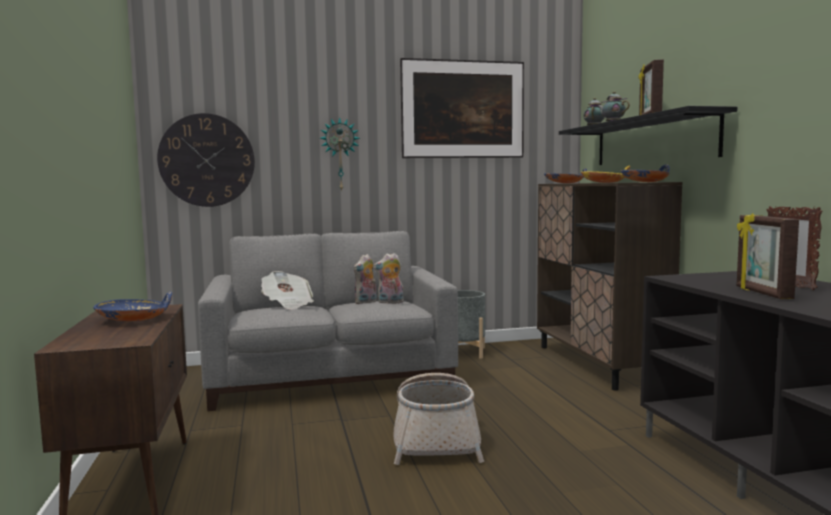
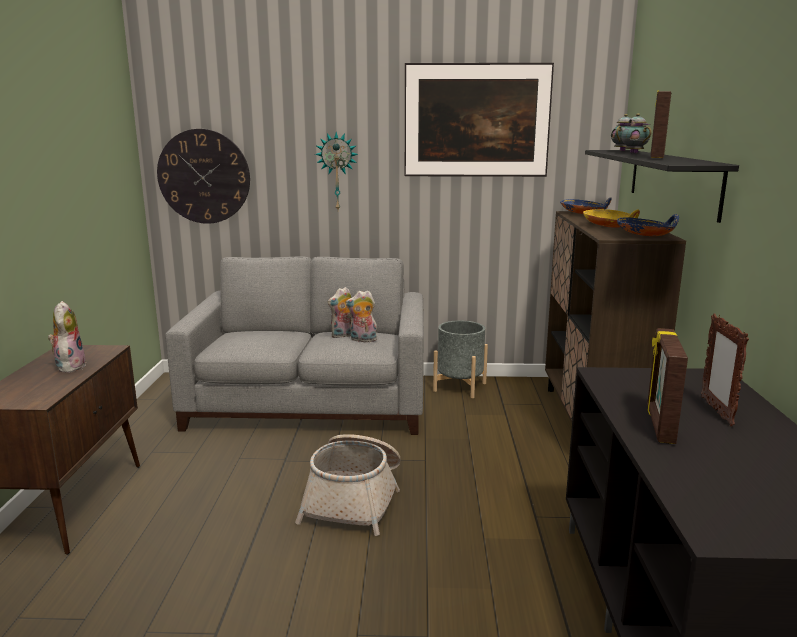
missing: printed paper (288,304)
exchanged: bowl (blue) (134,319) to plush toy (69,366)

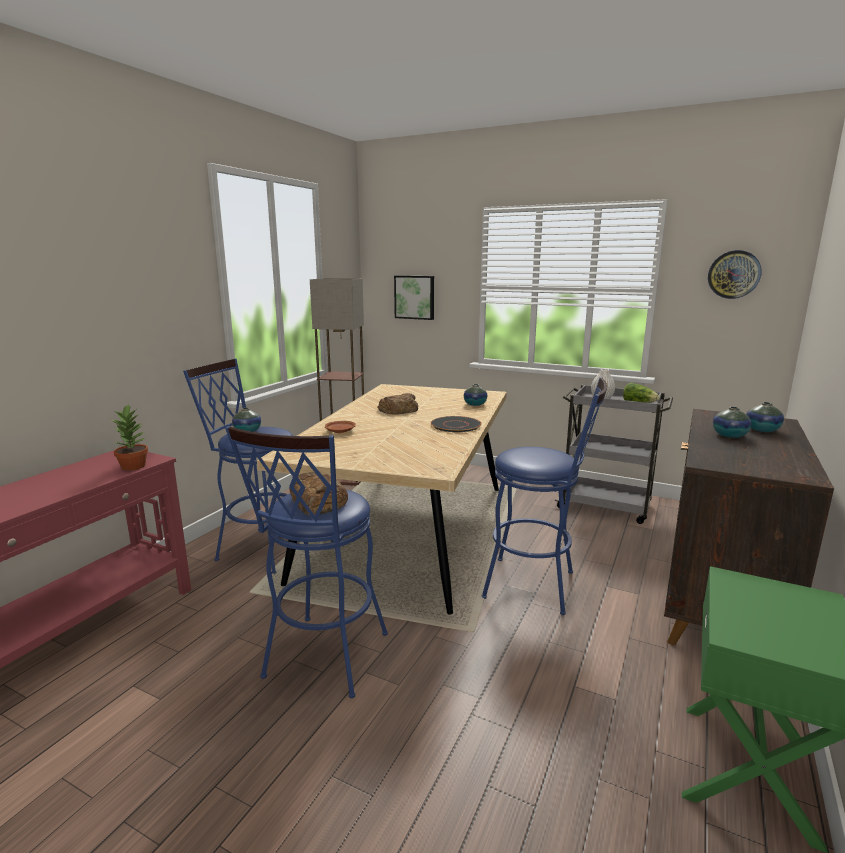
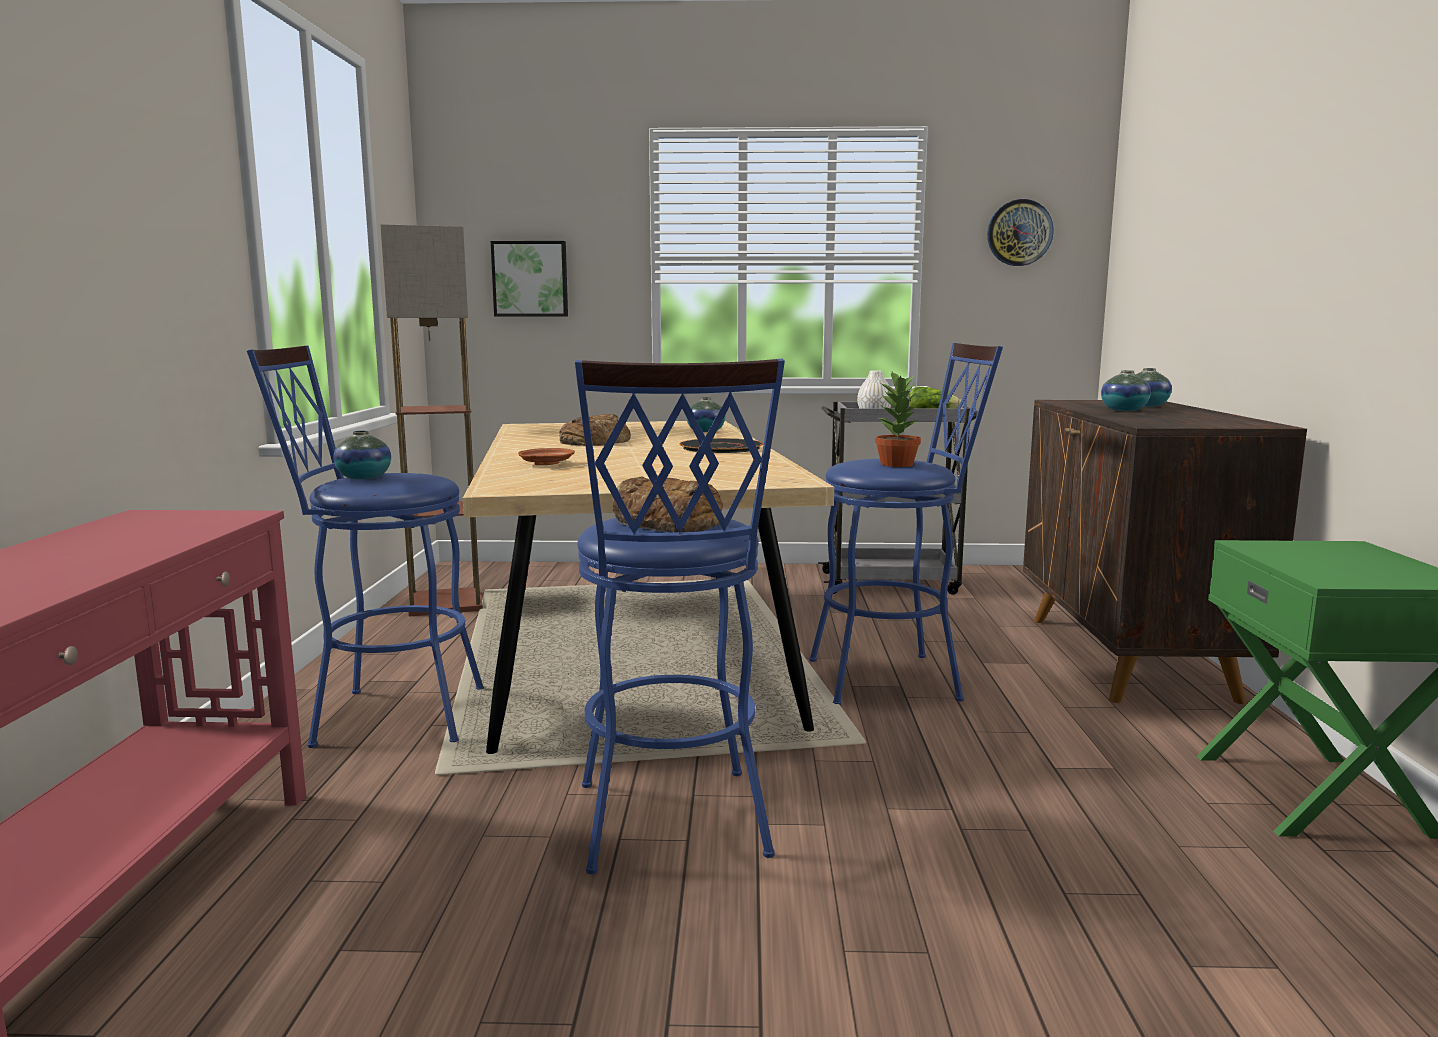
relocated: potted plant (134,466) to (897,464)

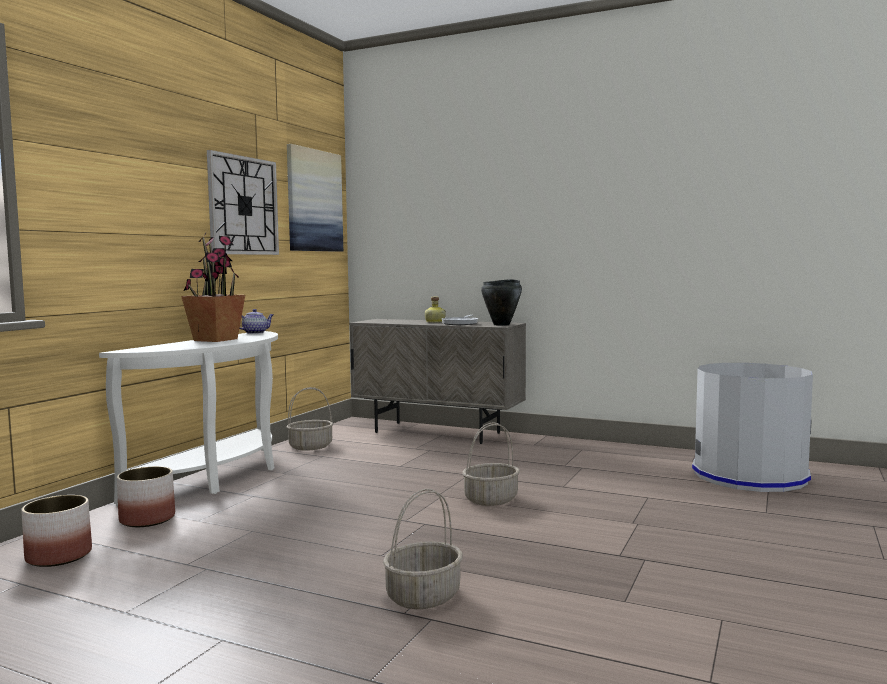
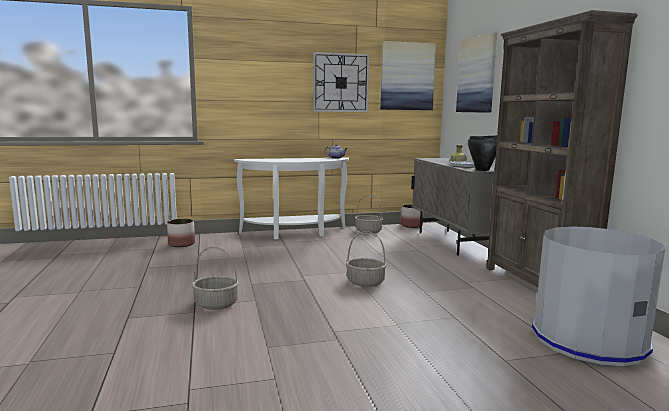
missing: potted plant (216,339)
appeared: shelving unit (brown) (536,284); wall picture (477,75)
relocated: planter (147,519) to (411,225)

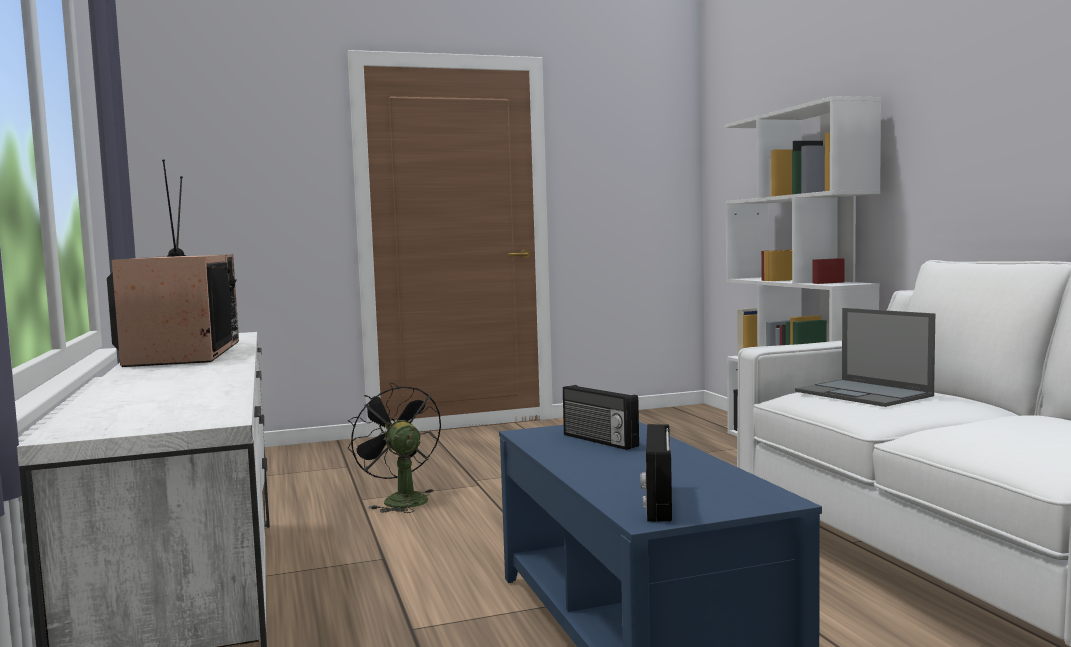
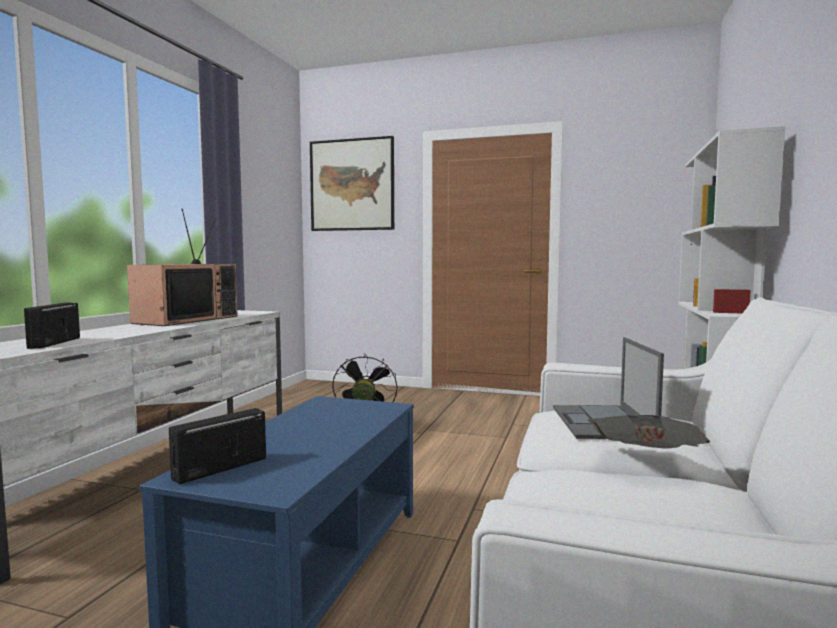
appeared: wall picture (352,185); printed paper (646,463)
relocated: radio set (598,441) to (53,343)

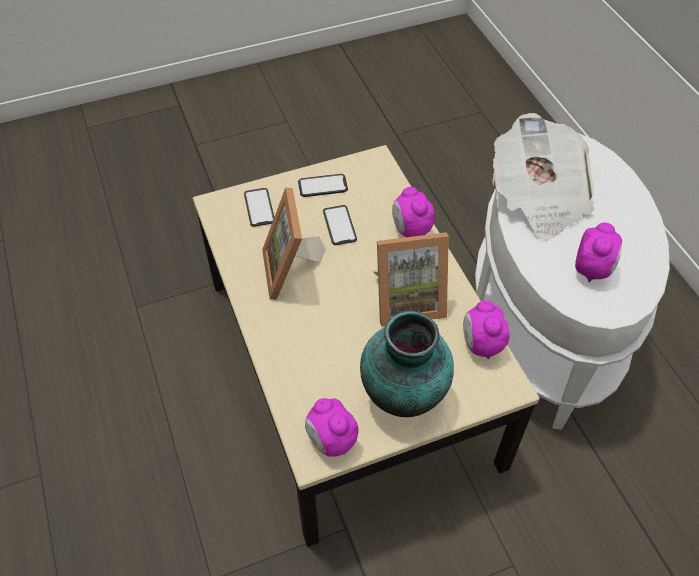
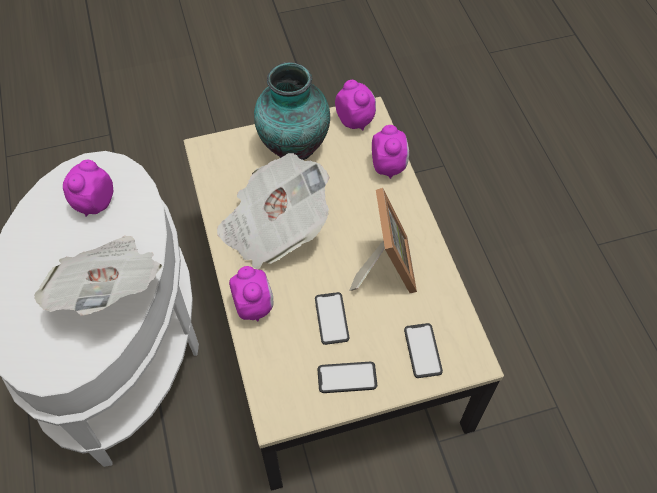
relocated: alarm clock (481,345) to (389,166)
exchanged: photo frame (407,300) to printed paper (273,227)

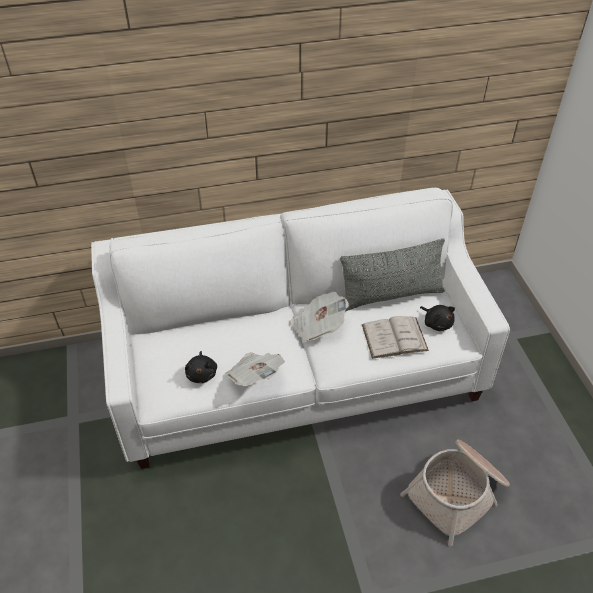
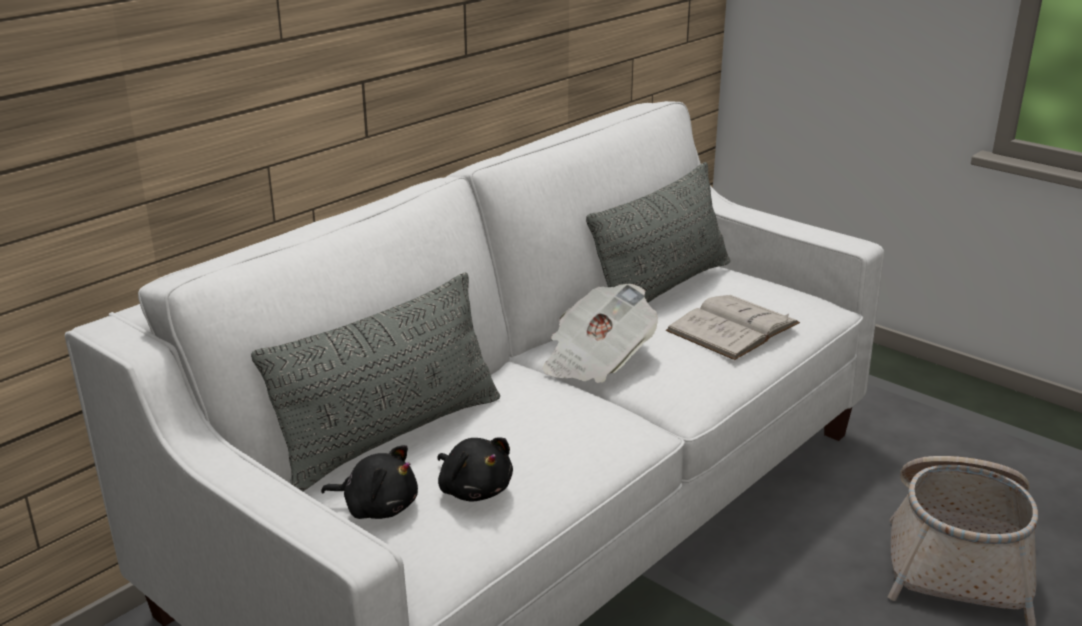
missing: printed paper (255,376)
appeared: cushion (gray) (391,436)
relocated: plush toy (black-coloured) (437,323) to (377,507)

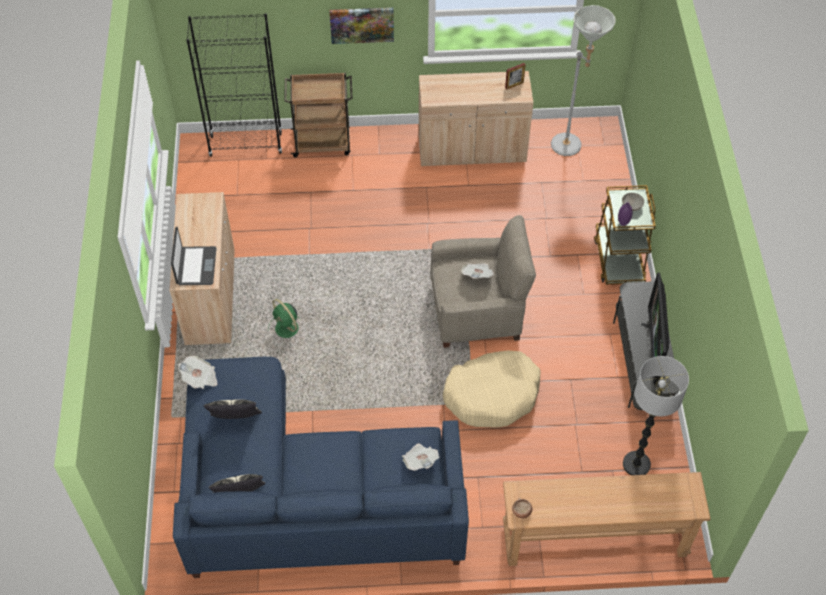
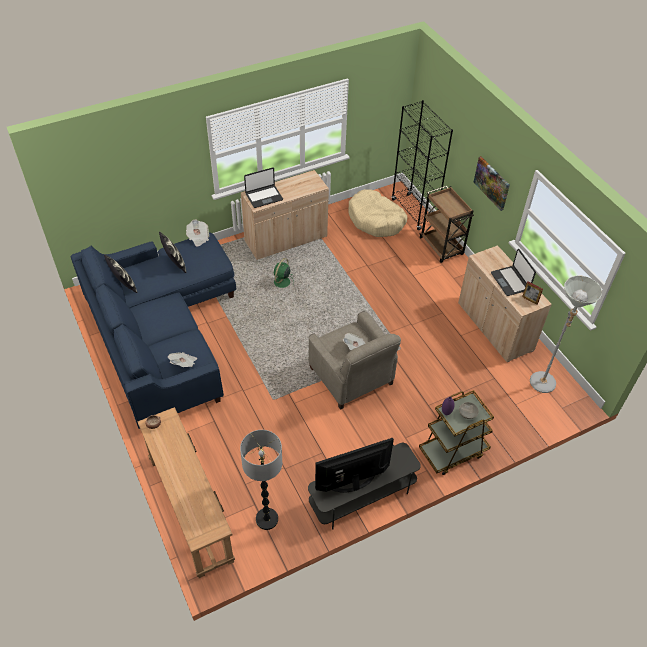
appeared: portable computer (510,281)
relocated: pet bed (beige) (492,395) to (376,220)

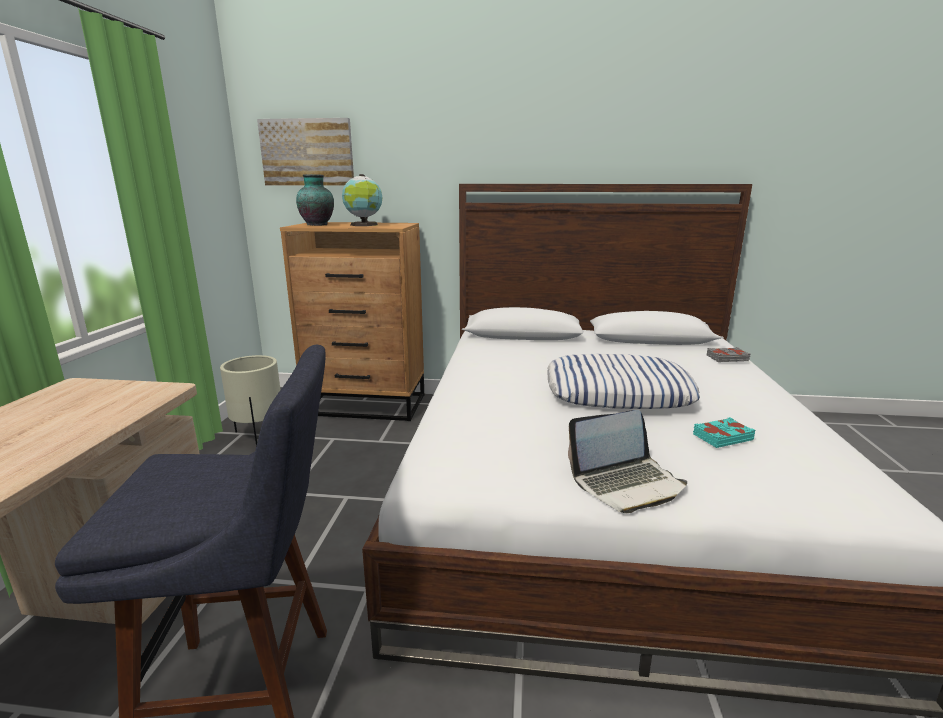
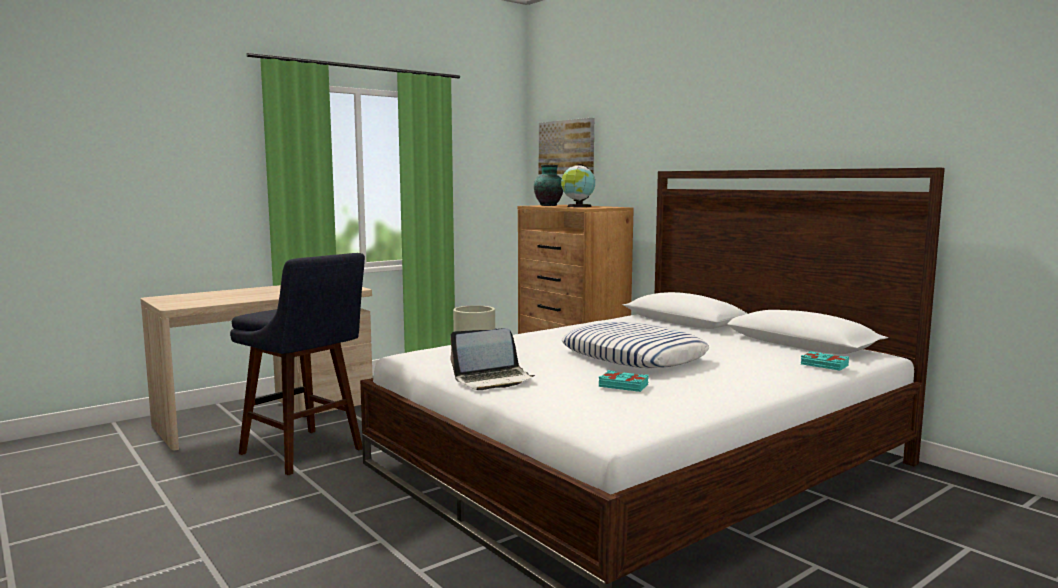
colour: book (gray) (727,358) to book (blue-green) (824,365)
spun: portable computer (627,484) = (493,380) 45 degrees counterclockwise

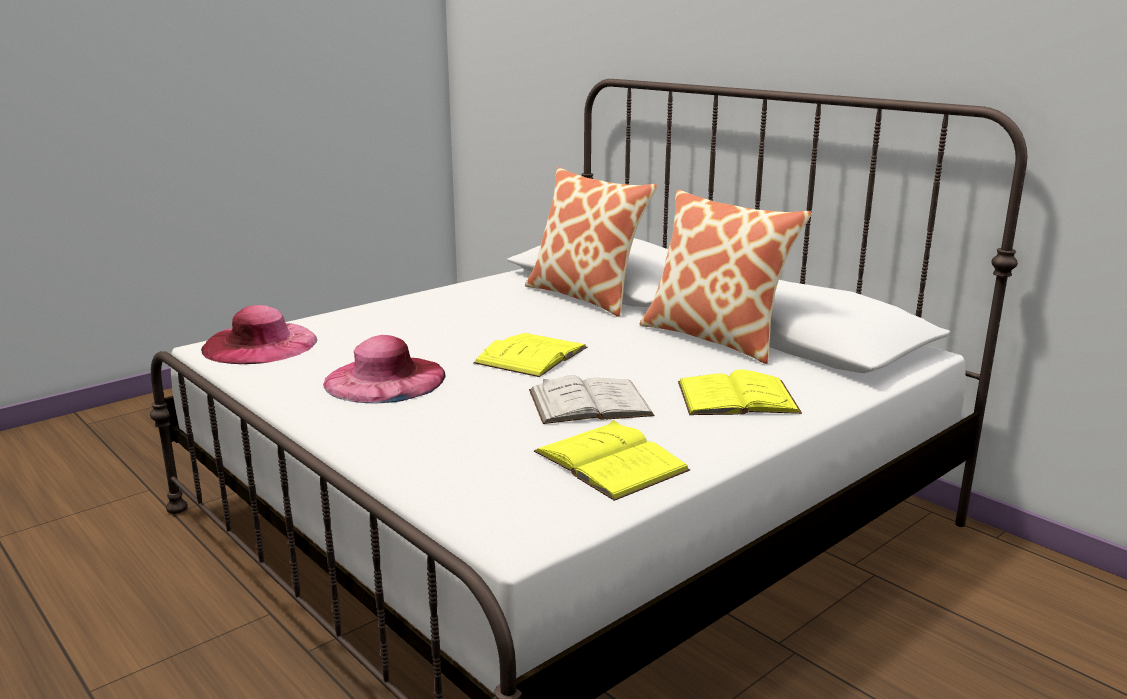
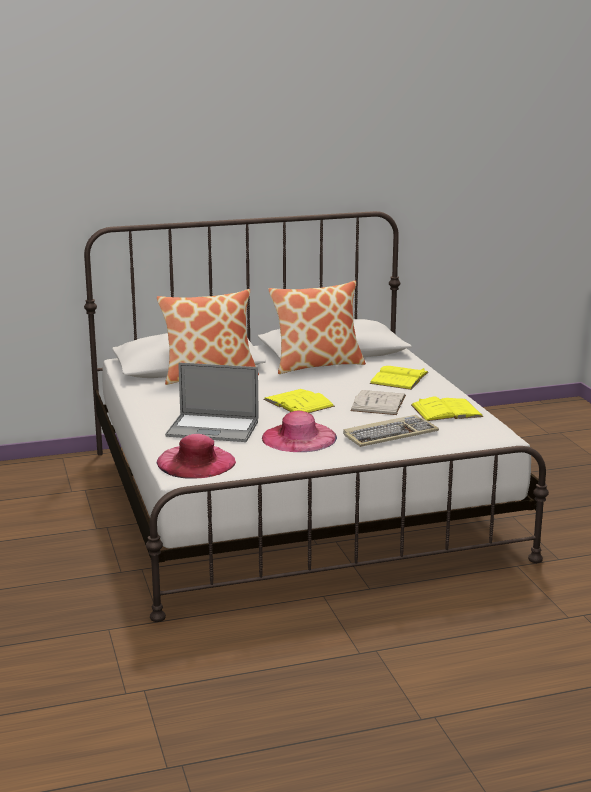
appeared: portable computer (212,429); computer keyboard (390,434)

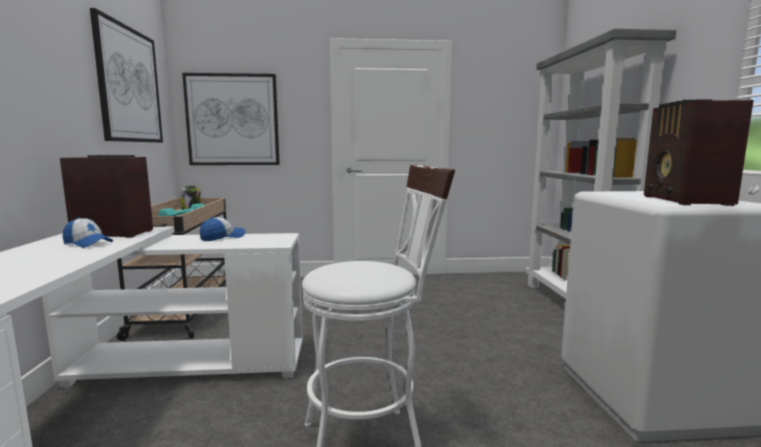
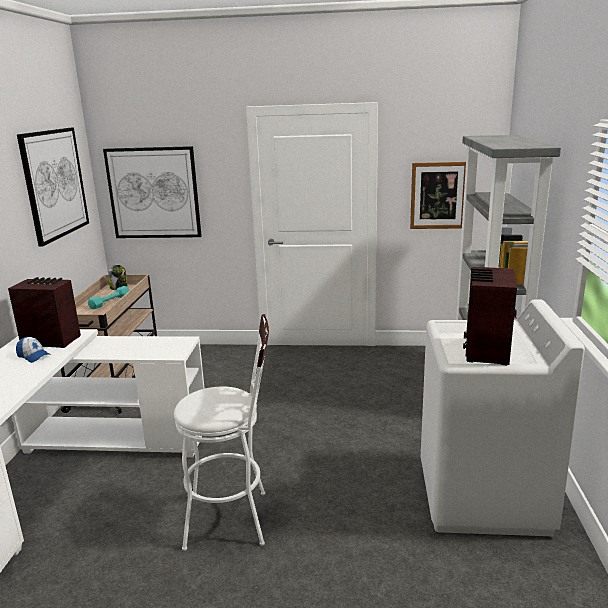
missing: baseball cap (223,237)
appeared: wall picture (438,195)

